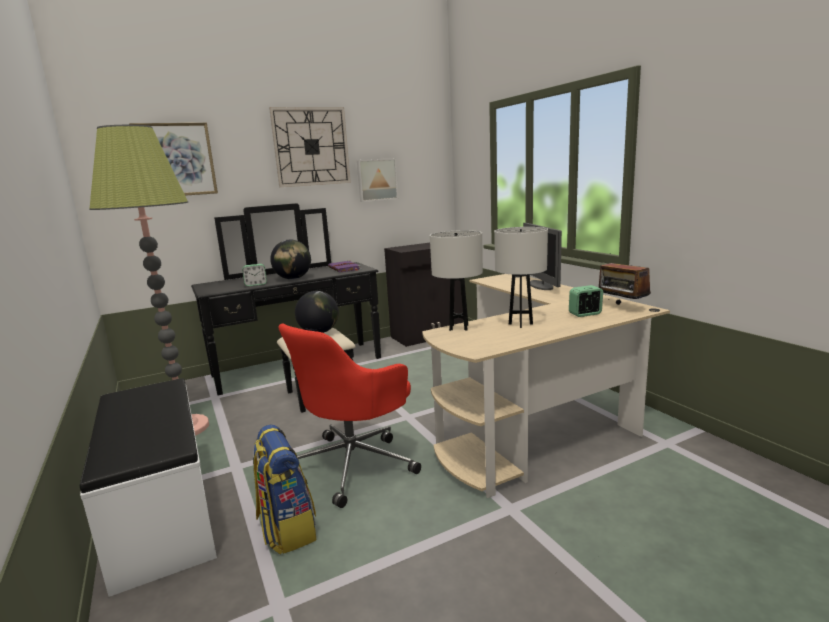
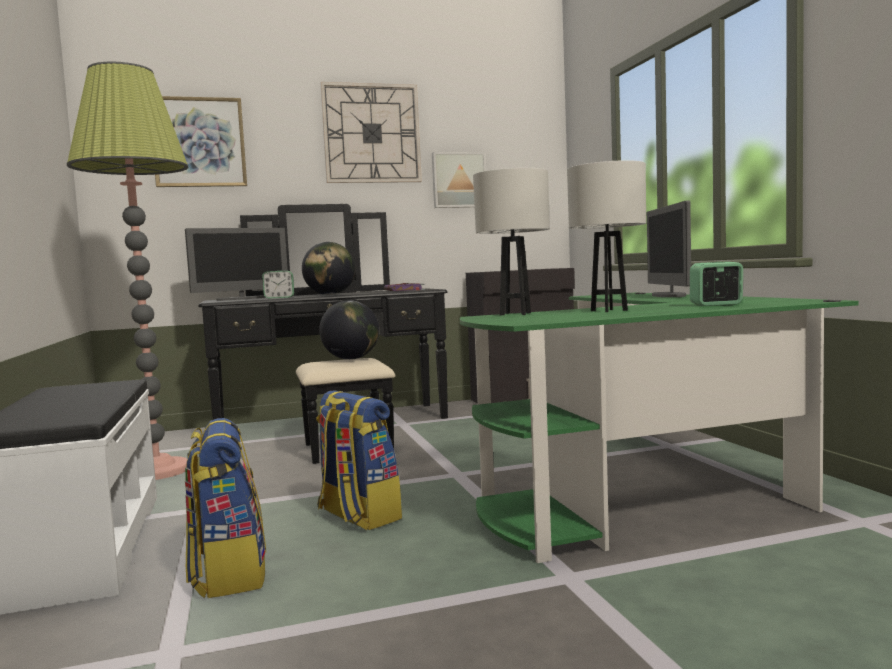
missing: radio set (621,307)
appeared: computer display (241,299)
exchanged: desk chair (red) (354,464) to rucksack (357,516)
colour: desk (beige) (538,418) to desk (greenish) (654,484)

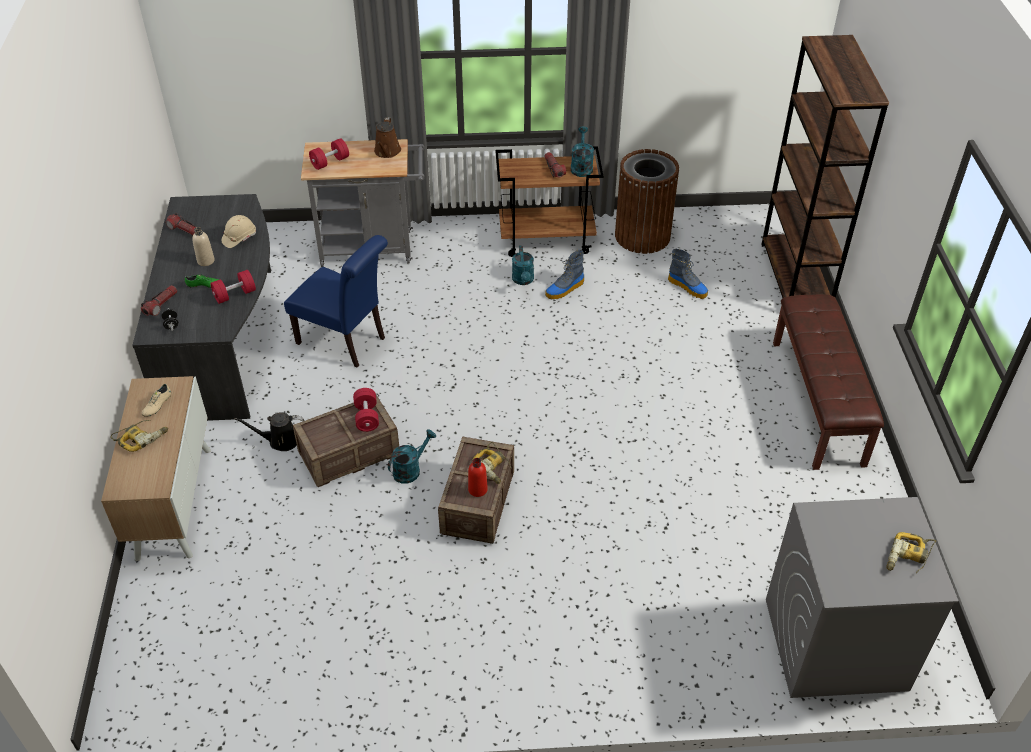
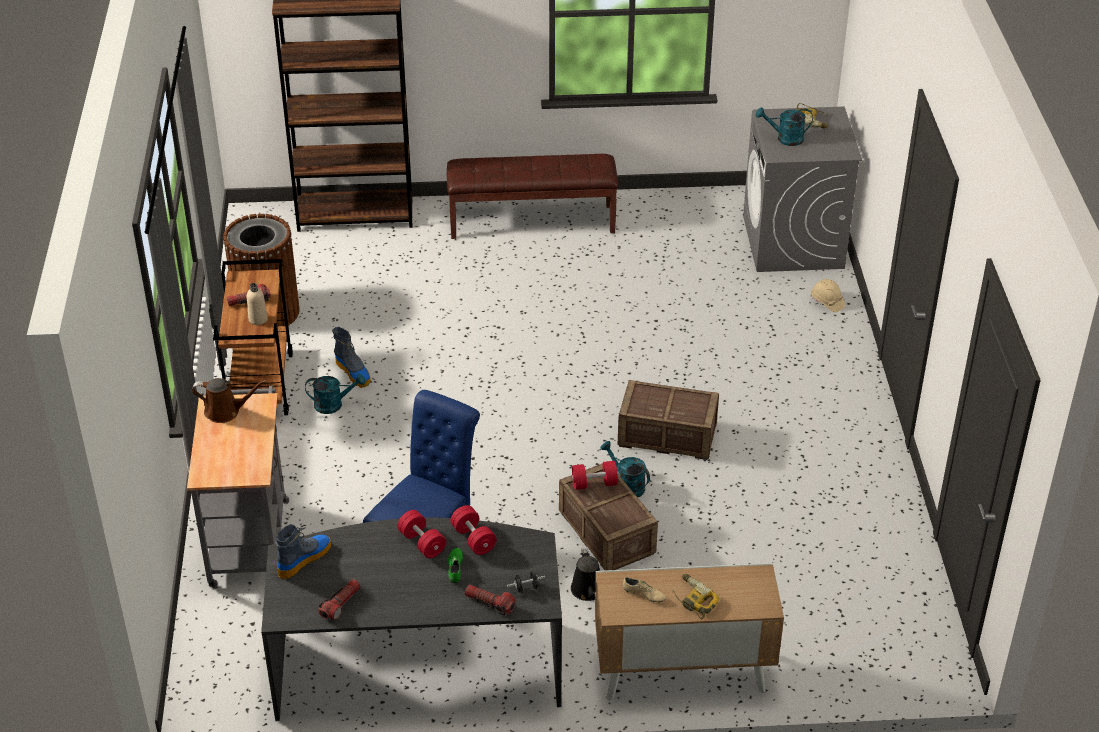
missing: power drill (494,466); bottle (red) (477,489)
relocated: watering can (blue-green) (581,167) to (785,139); free weight (red) (330,162) to (422,543); hard hat (beige) (239,238) to (827,302); bottle (beige) (206,261) to (258,319); high-top boot (688,287) to (304,559)

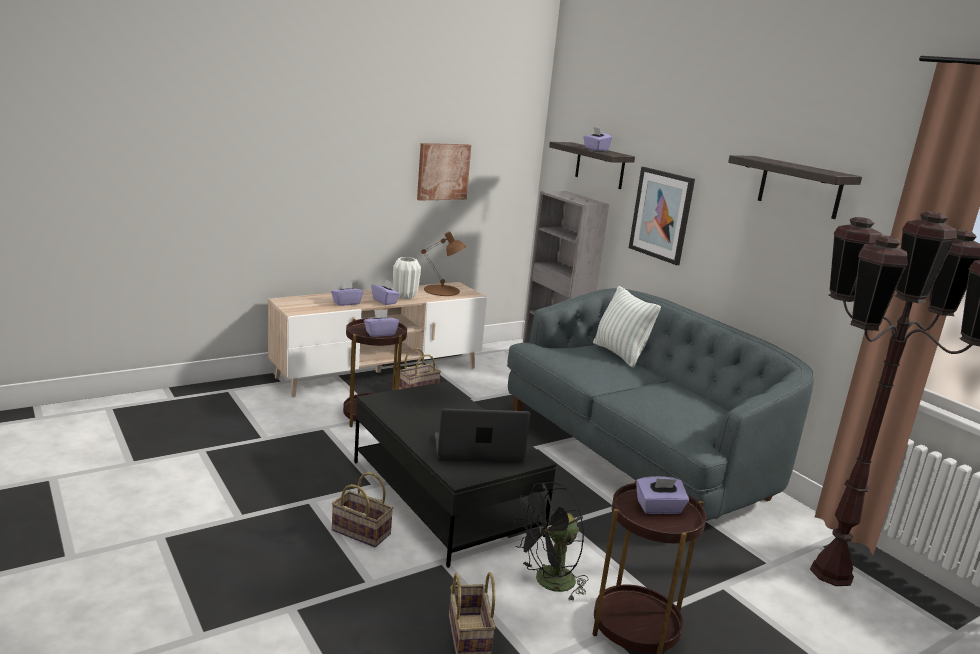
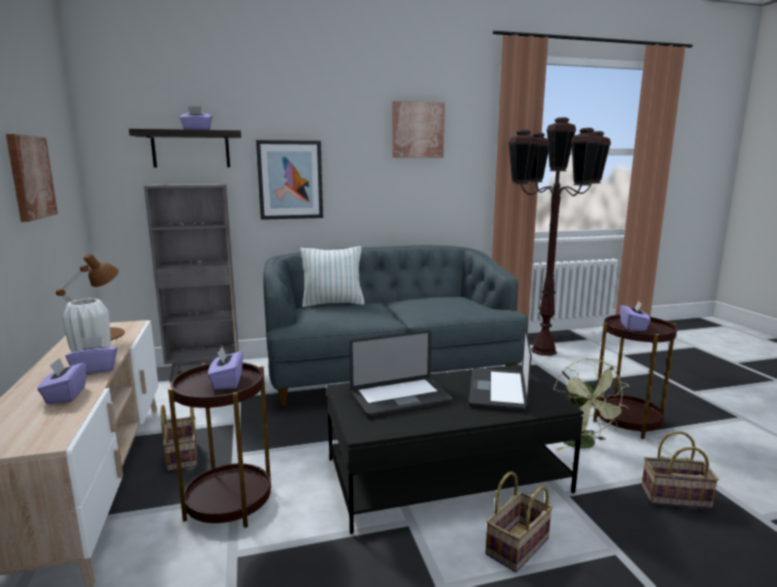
appeared: portable computer (400,399)
exchanged: shelf (800,187) to wall picture (417,130)
colour: cooling fan (black-coloured) (548,583) to cooling fan (greenish) (583,444)

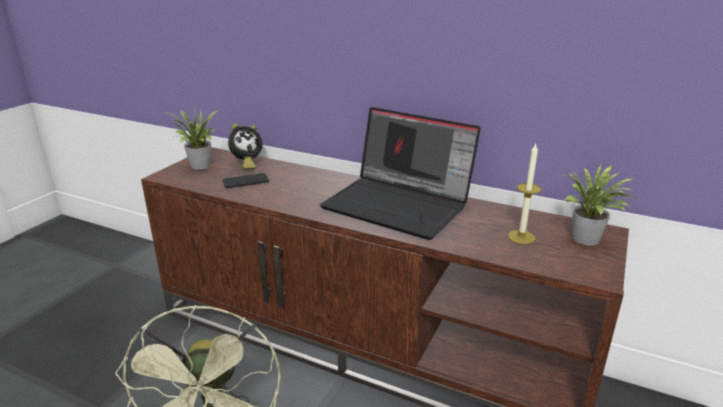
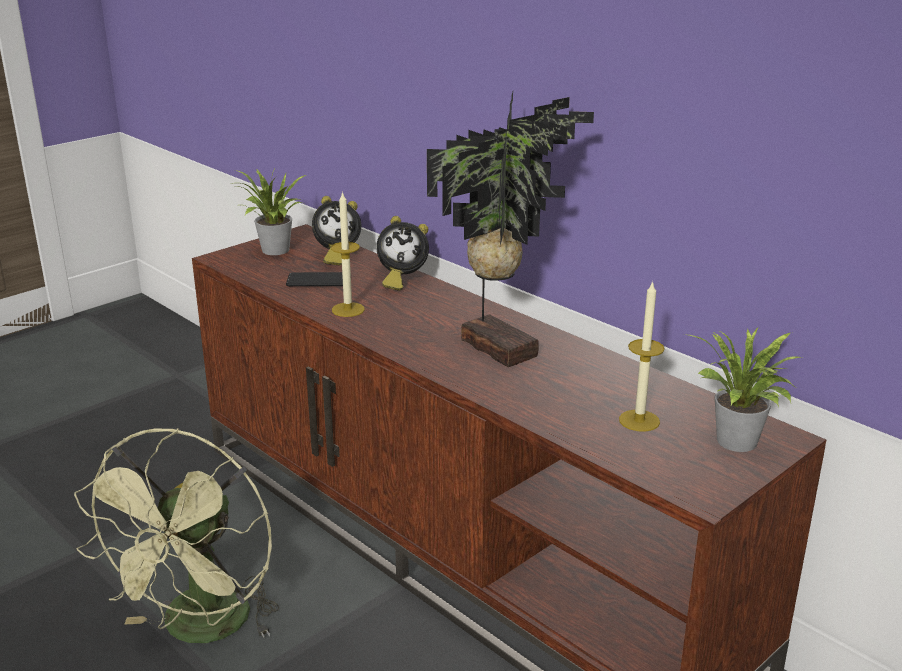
appeared: candle (348,309); alarm clock (401,280)
exchanged: portable computer (400,205) to potted plant (501,346)

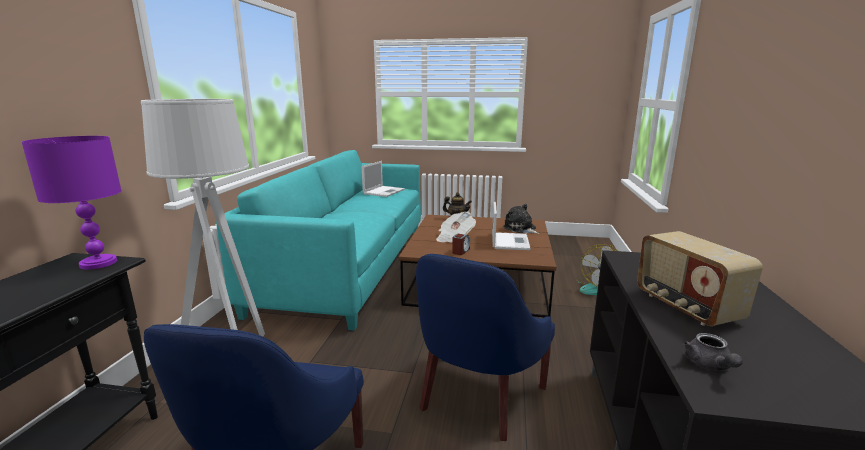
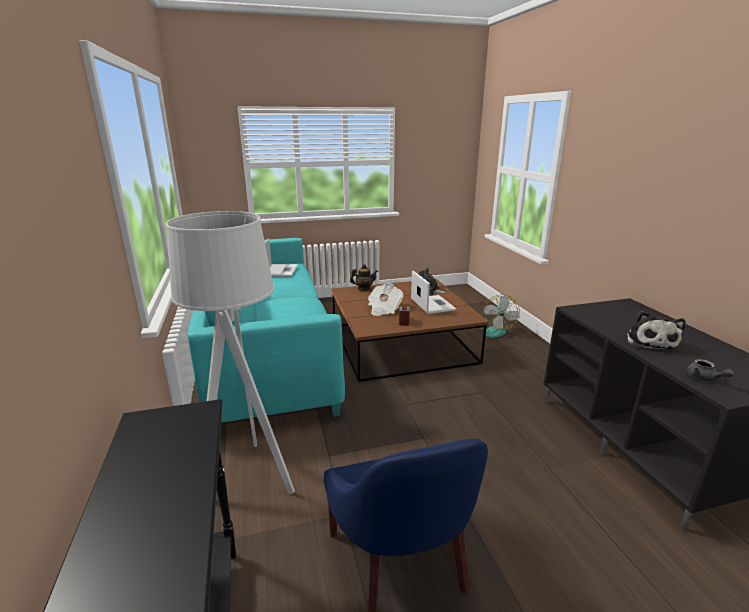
missing: tabletop lamp (purple-coloured) (98,263); lounge chair (blue) (477,396)
exchanged: radio set (685,306) to plush toy (650,341)

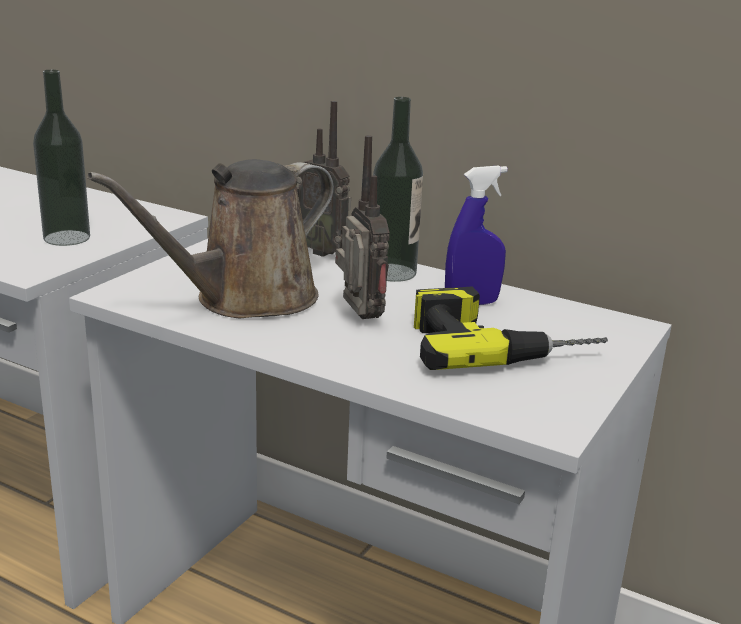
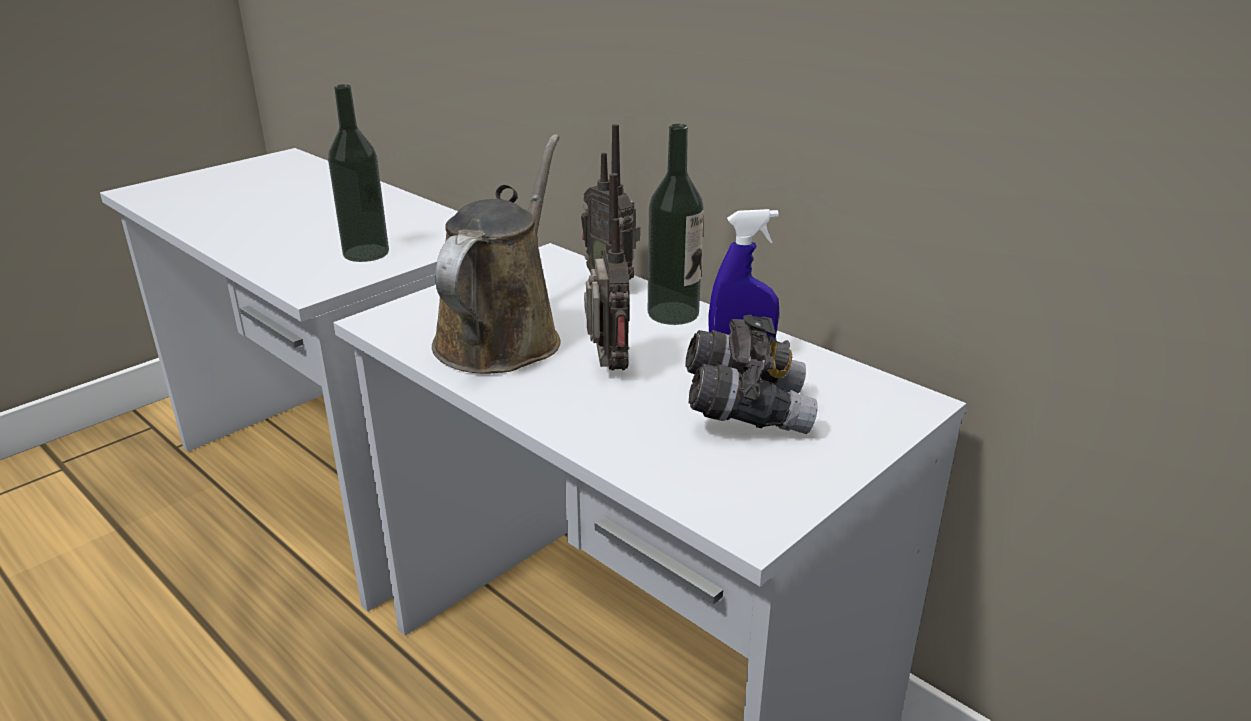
exchanged: power drill (498,342) to field glasses (gray) (745,410)
spun: watering can (brown) (246,299) = (502,336) 135 degrees clockwise

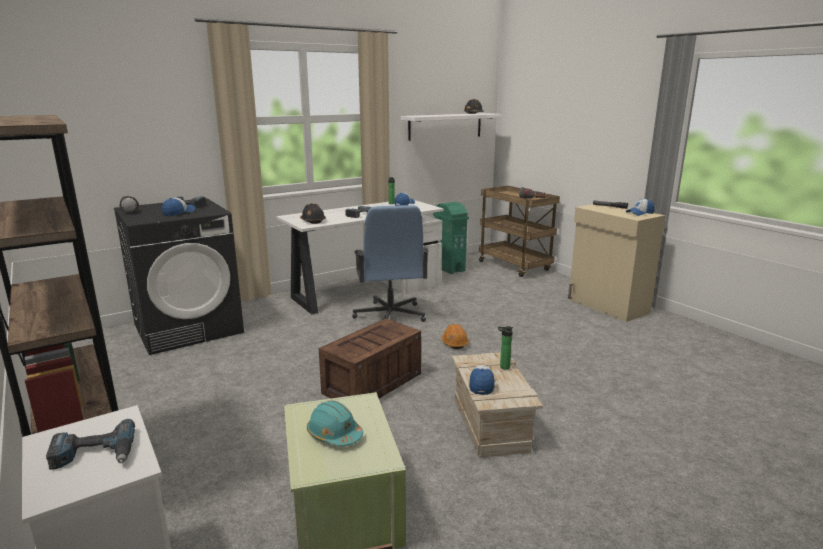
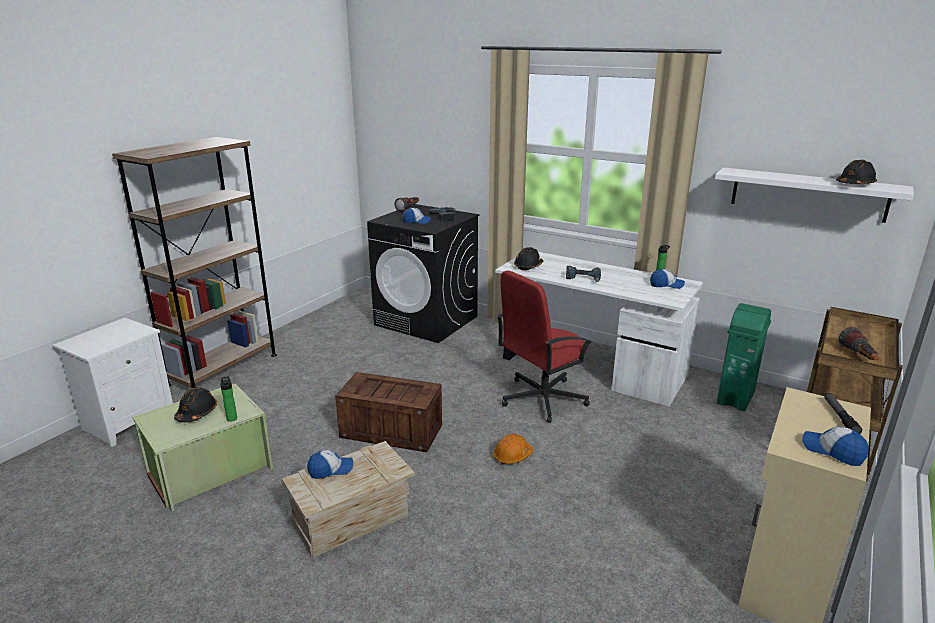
missing: power drill (94,455)
relocated: bottle (503,367) to (231,417)
colour: desk chair (blue) (390,316) to desk chair (red) (542,399); hard hat (blue-green) (334,434) to hard hat (black-coloured) (197,413)

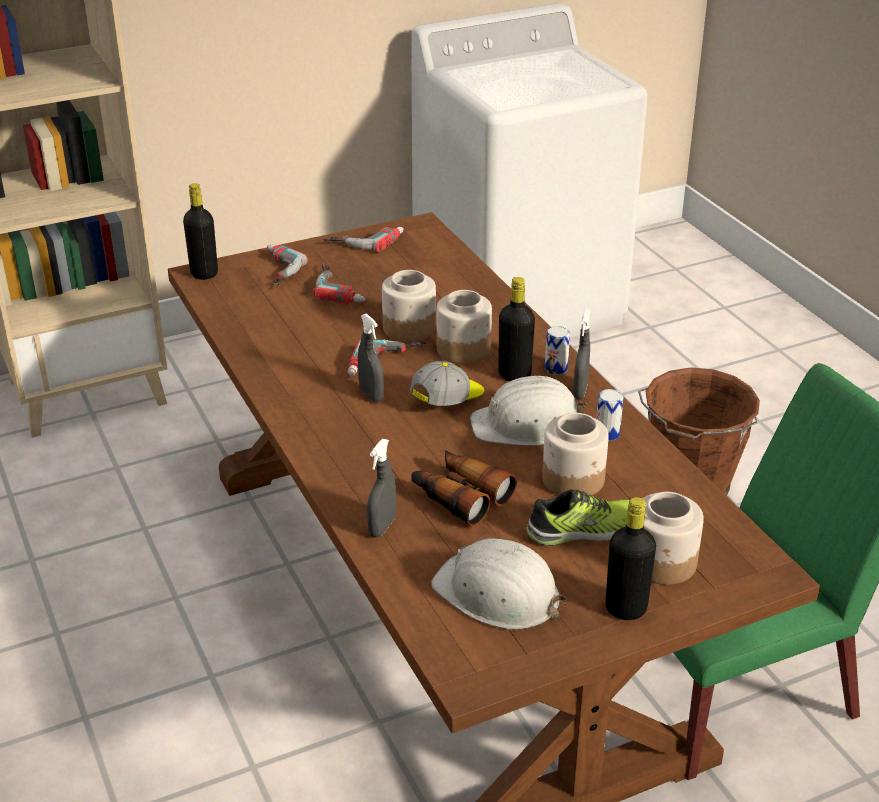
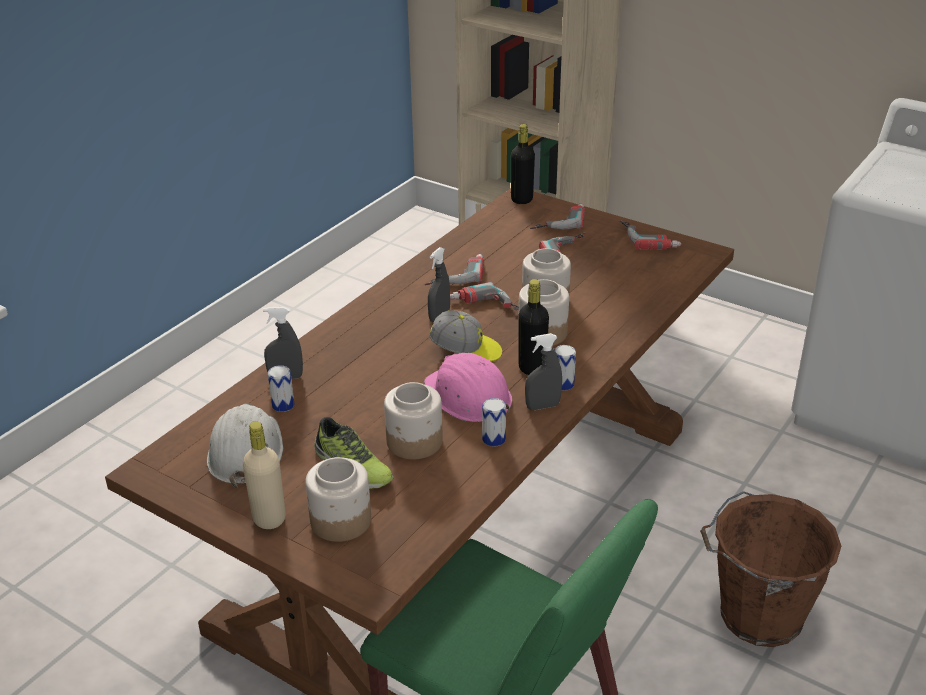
missing: field glasses (460,496)
appeared: power drill (455,274); metal can (283,405)
colour: hard hat (white-coloured) (527,425) to hard hat (pink-coloured) (468,396); bottle (black-coloured) (626,609) to bottle (beige) (269,518)

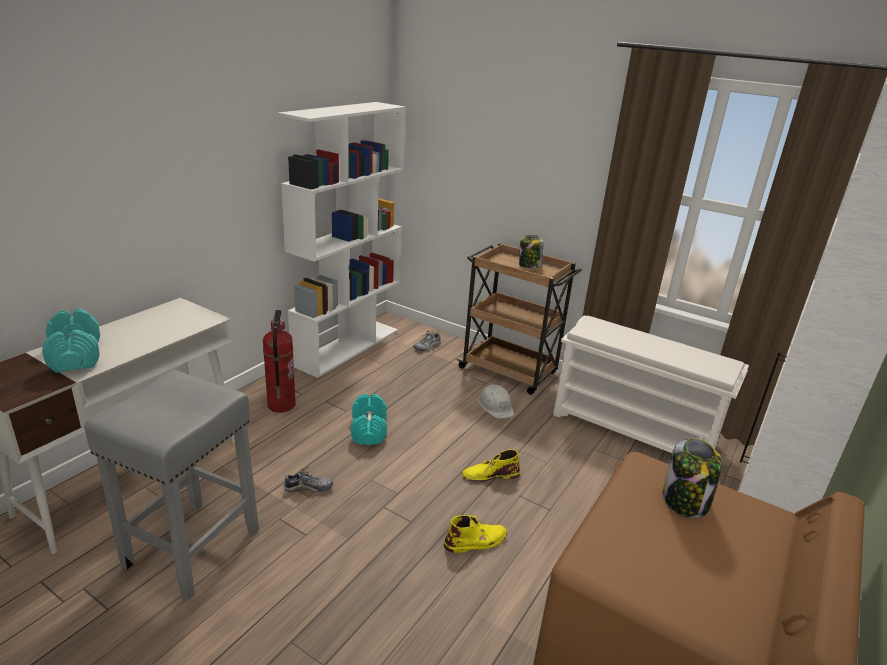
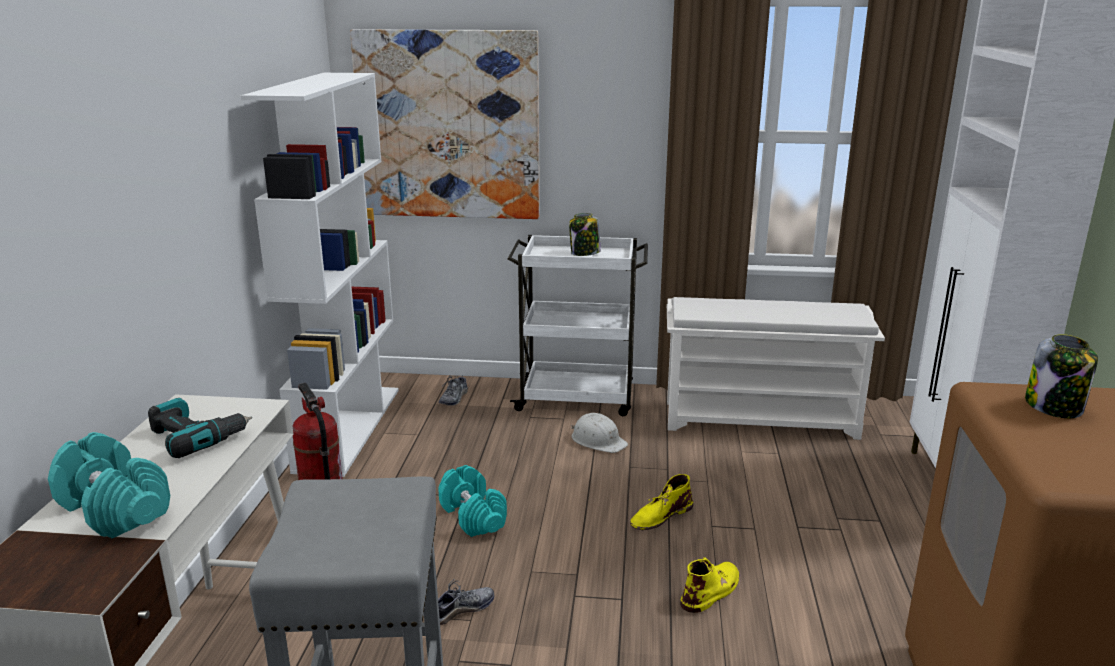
appeared: wall picture (448,126); power drill (197,437)
colour: cart (brown) (509,371) to cart (white-coloured) (578,398)

